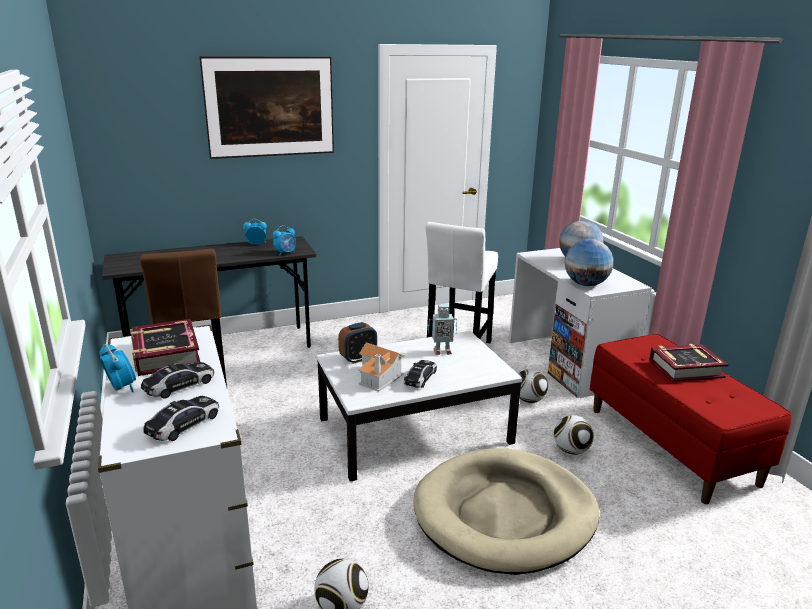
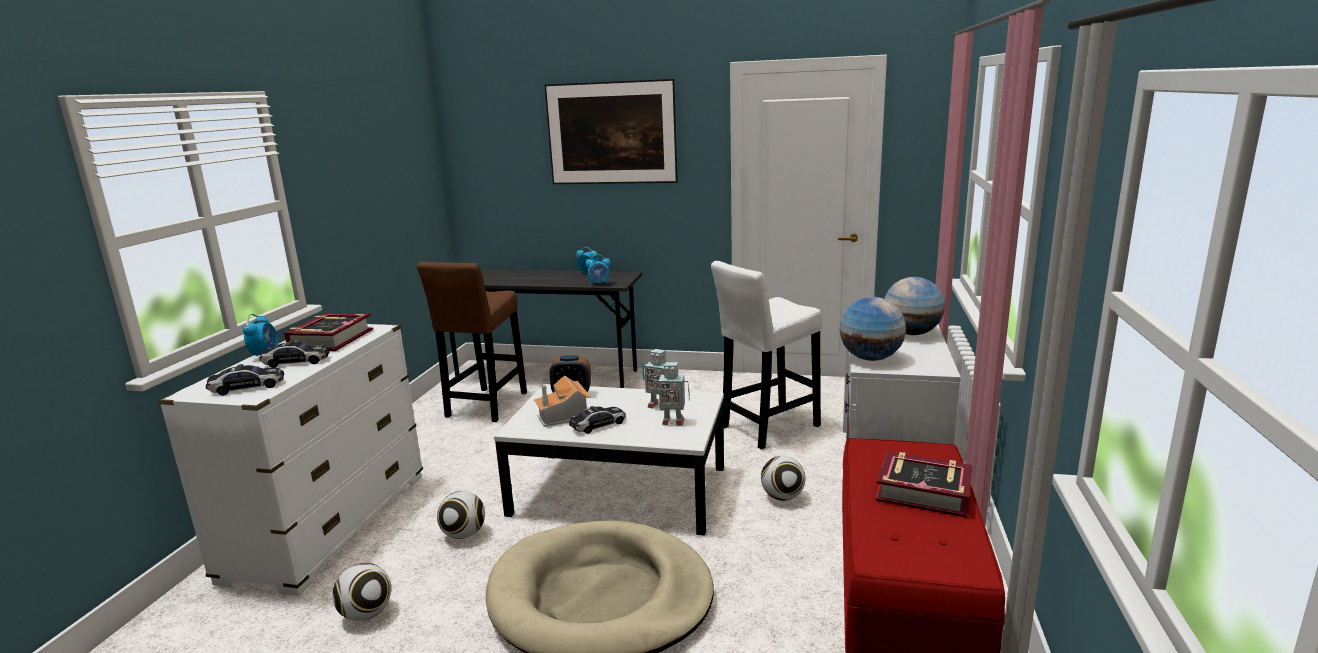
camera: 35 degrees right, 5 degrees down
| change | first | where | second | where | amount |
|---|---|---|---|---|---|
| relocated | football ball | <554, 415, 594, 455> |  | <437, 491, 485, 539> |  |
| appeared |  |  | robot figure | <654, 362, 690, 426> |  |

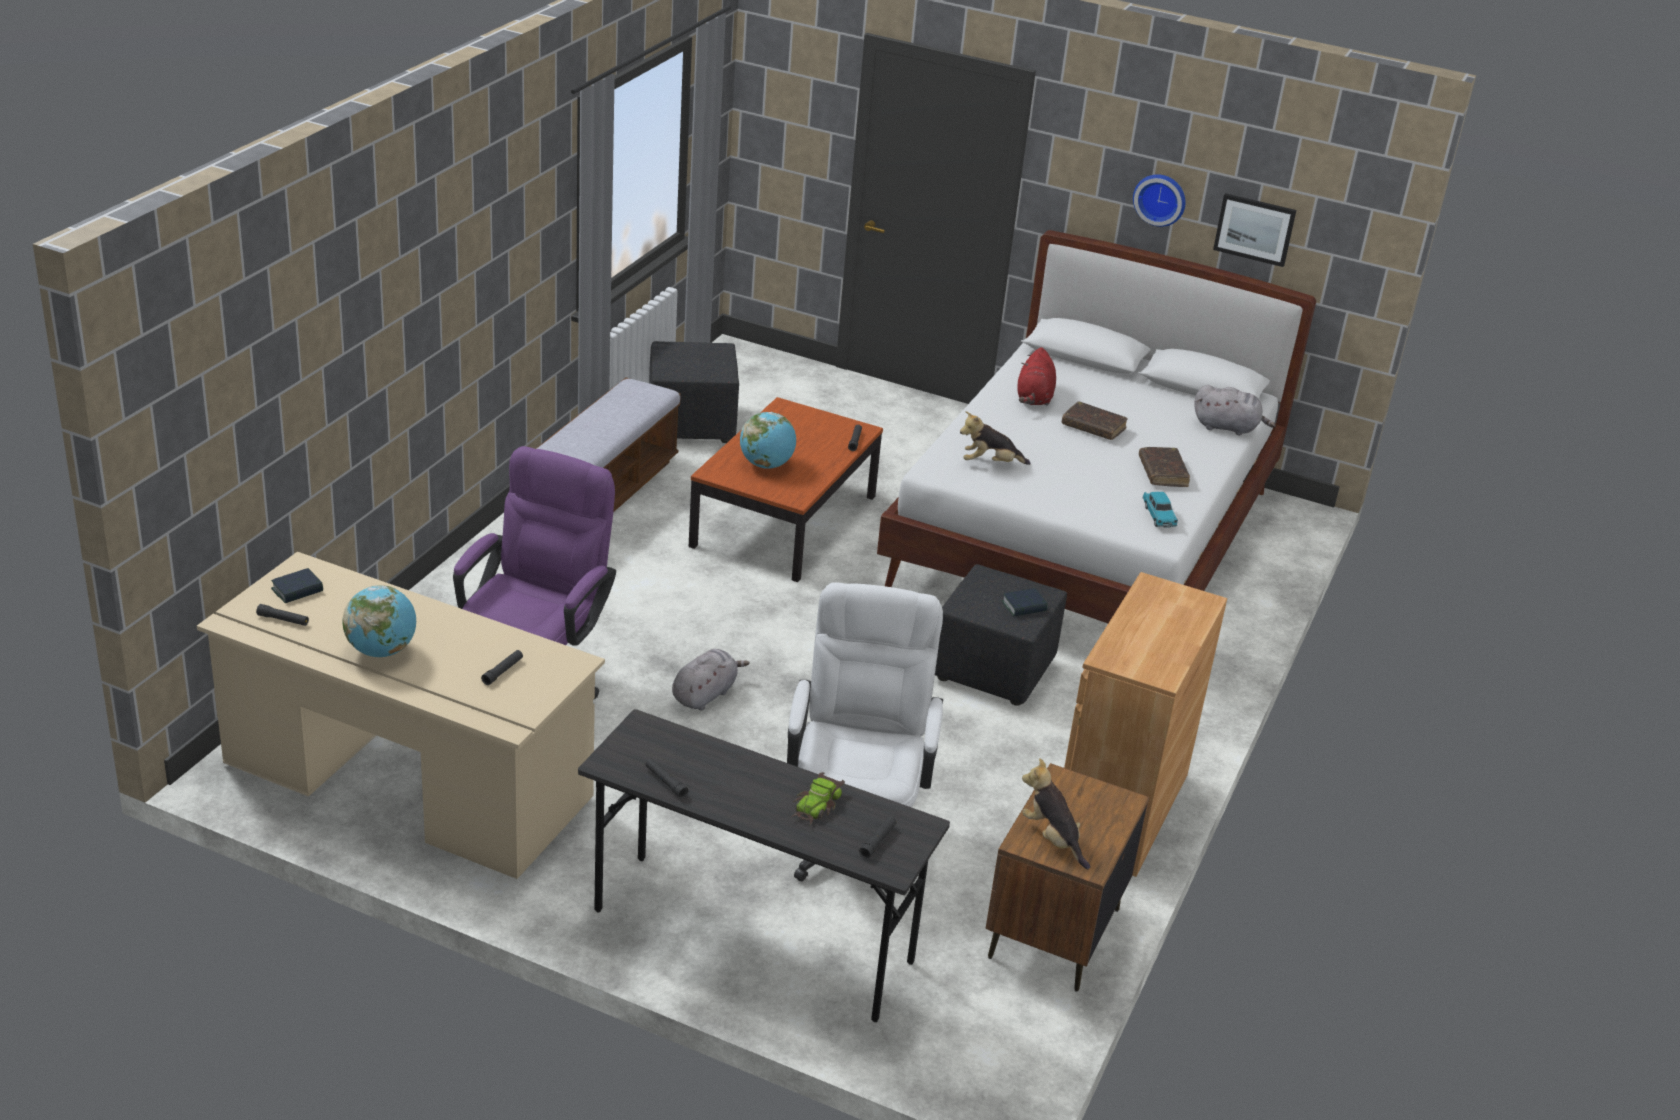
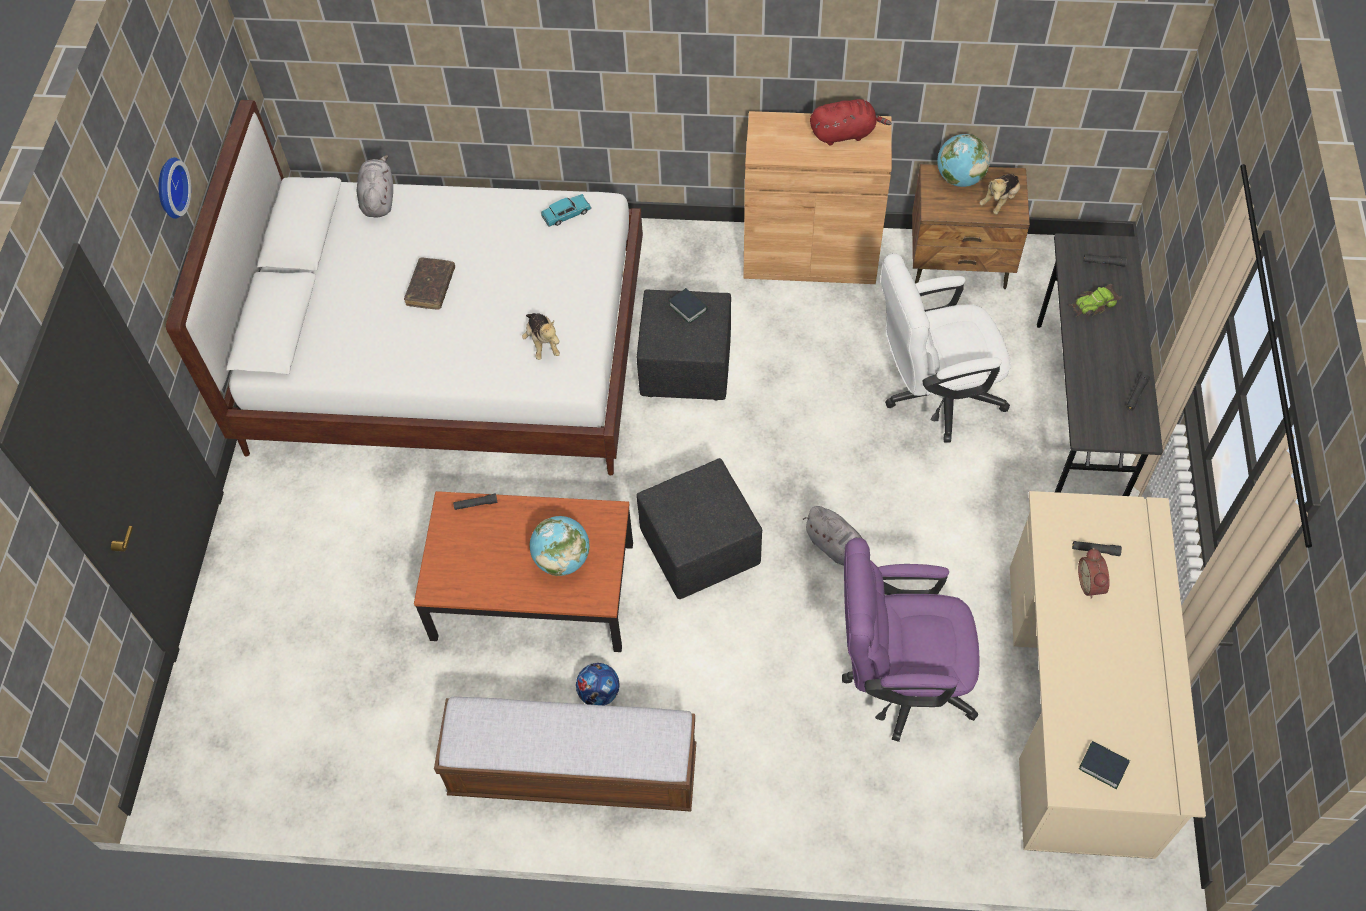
camera: 105 degrees left, 25 degrees up
| change | first | where | second | where | amount |
|---|---|---|---|---|---|
| missing | wall art | <1213, 193, 1296, 267> |  |  |  |
| relocated | black footrest | <649, 341, 739, 443> |  | <636, 458, 762, 599> |  |
| relocated | red plush toy | <1017, 347, 1056, 406> |  | <810, 99, 891, 145> |  |
| missing | brown bound book | <1139, 447, 1190, 487> |  |  |  |
| relocated | world globe | <343, 585, 416, 657> |  | <937, 134, 990, 187> |  |
| missing | black torch | <256, 604, 309, 626> |  |  |  |
| spun | grey plush toy | <672, 649, 750, 710> |  | <803, 506, 862, 565> | 150 degrees counterclockwise |
| spun | miniature car | <790, 772, 845, 825> |  | <1067, 284, 1122, 317> | 150 degrees clockwise |
| appeared |  |  | bedside clock | <1078, 548, 1110, 599> |  |
| appeared |  |  | football ball | <576, 663, 620, 705> |  |

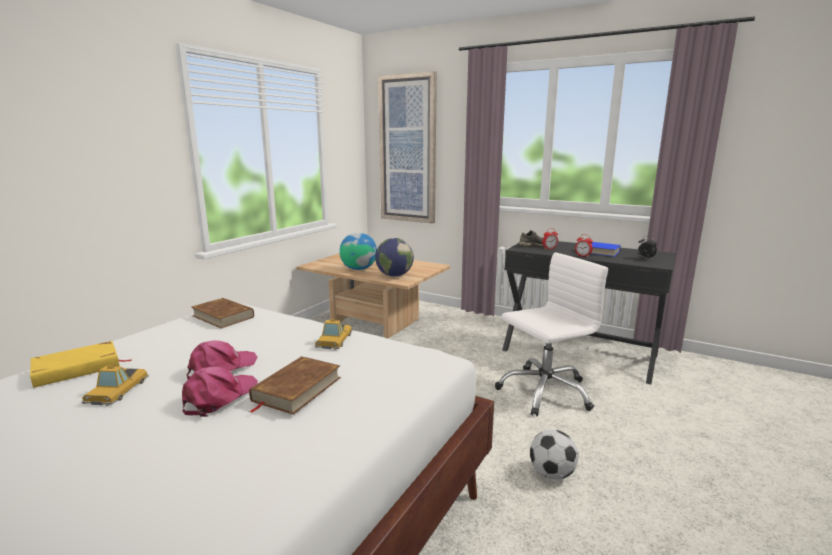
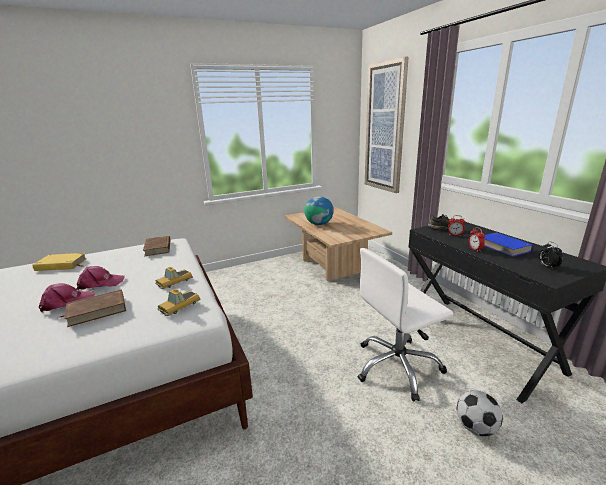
camera: 35 degrees right, 5 degrees up
| change | first | where | second | where | amount |
|---|---|---|---|---|---|
| missing | world globe | <375, 238, 414, 277> |  |  |  |
| spun | white office chair | <495, 252, 608, 416> |  | <358, 248, 454, 401> | 150 degrees clockwise |
| relocated | miniature car | <82, 366, 149, 406> |  | <158, 289, 201, 316> |  |
| relocated | football ball | <530, 430, 579, 479> |  | <457, 390, 503, 436> |  |

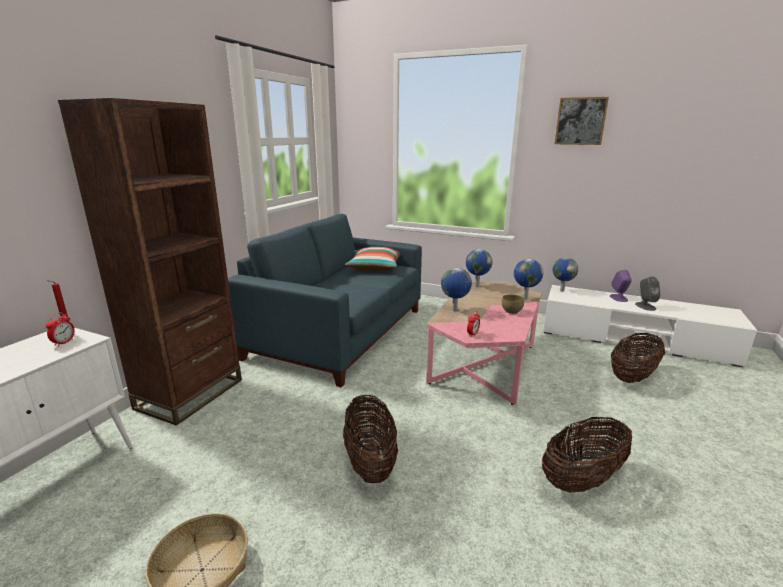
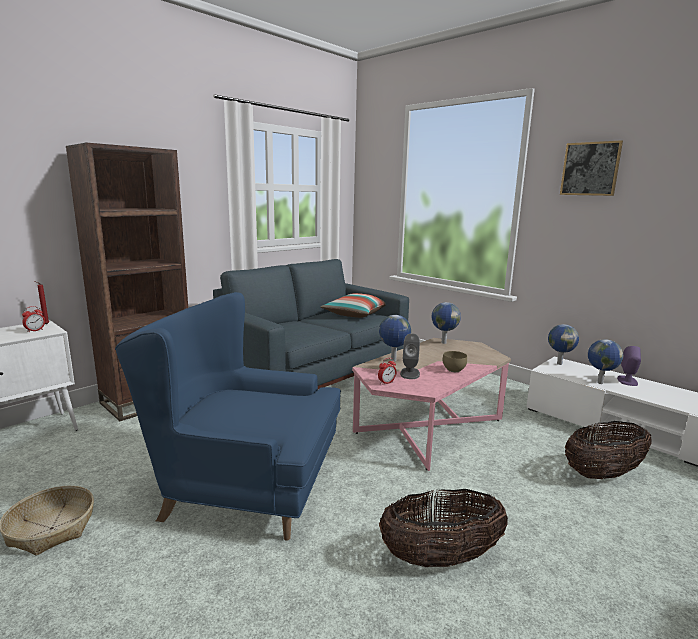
camera: 20 degrees right, 5 degrees down
| change | first | where | second | where | amount |
|---|---|---|---|---|---|
| relocated | world globe | <514, 259, 543, 300> |  | <588, 339, 623, 384> |  |
| relocated | grey loudspeaker | <635, 276, 661, 311> |  | <400, 333, 420, 379> |  |
| exchanged | basket | <343, 394, 398, 483> | blue easy chair | <115, 292, 341, 541> |  |

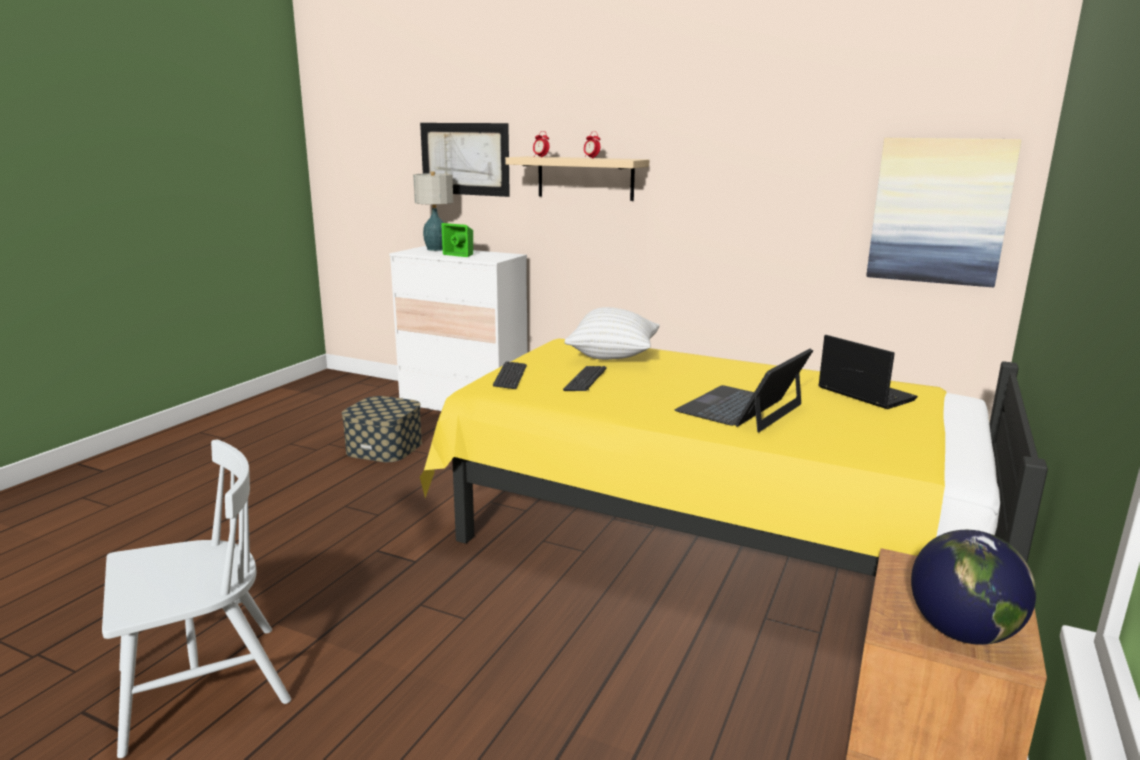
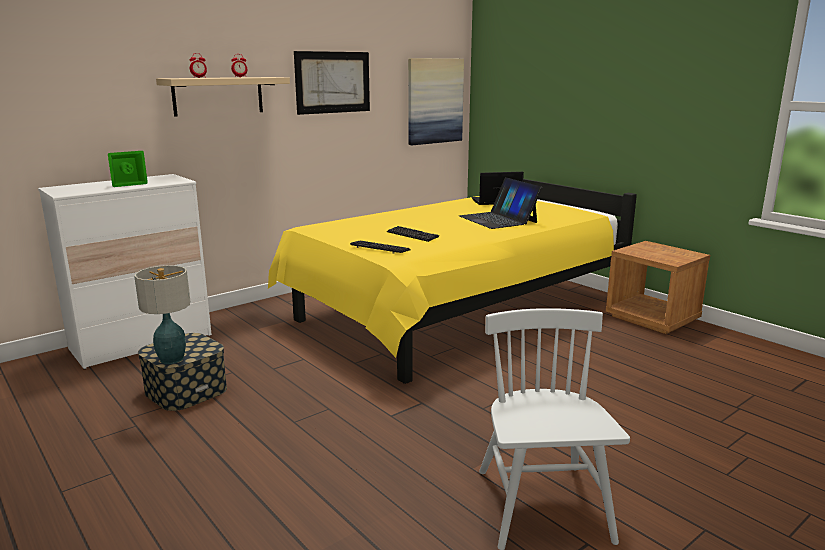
camera: 65 degrees left, 0 degrees up
| change | first | where | second | where | amount |
|---|---|---|---|---|---|
| relocated | wall art | <420, 123, 510, 197> |  | <294, 51, 370, 115> |  |
| relocated | table lamp | <413, 171, 453, 251> |  | <134, 265, 190, 364> |  |
| missing | white throw pillow | <564, 307, 660, 360> |  |  |  |
| missing | world globe | <911, 530, 1036, 645> |  |  |  |

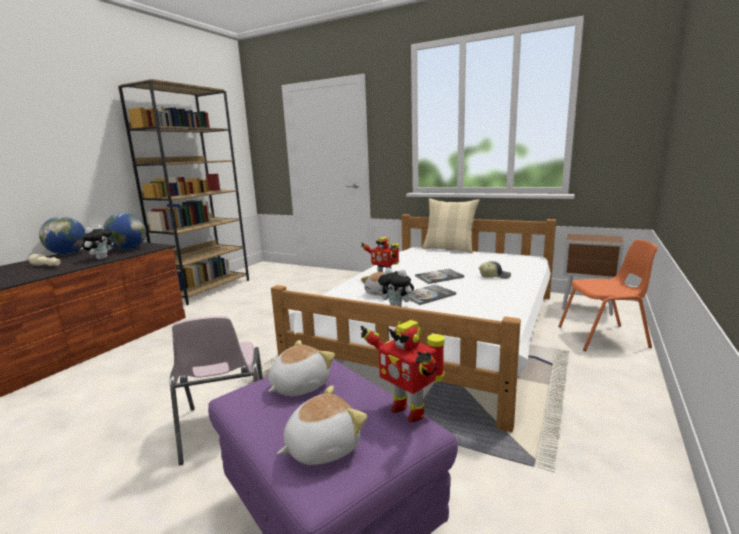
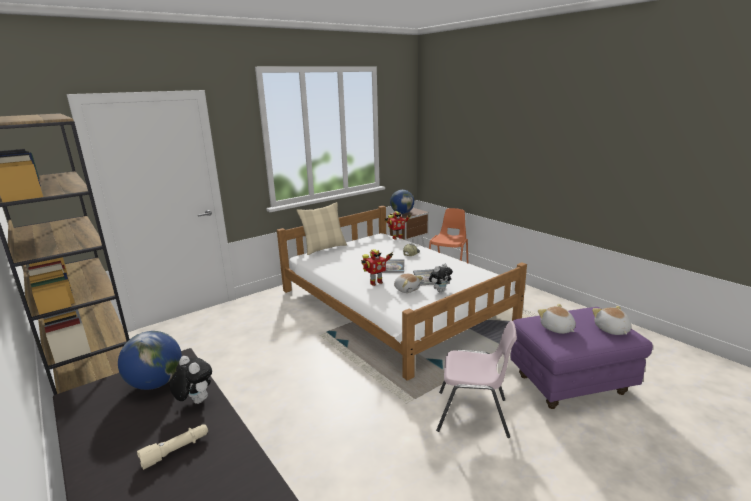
camera: 65 degrees left, 5 degrees up
| change | first | where | second | where | amount |
|---|---|---|---|---|---|
| relocated | world globe | <39, 216, 85, 255> |  | <390, 190, 414, 214> |  |
| relocated | robot figure | <361, 320, 445, 423> |  | <385, 211, 411, 240> |  |

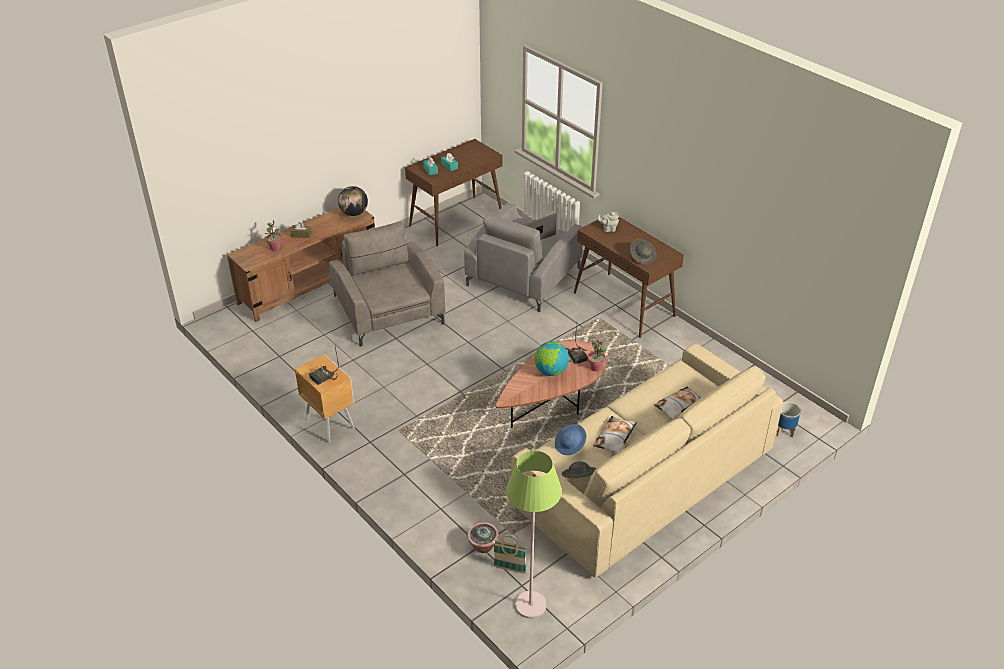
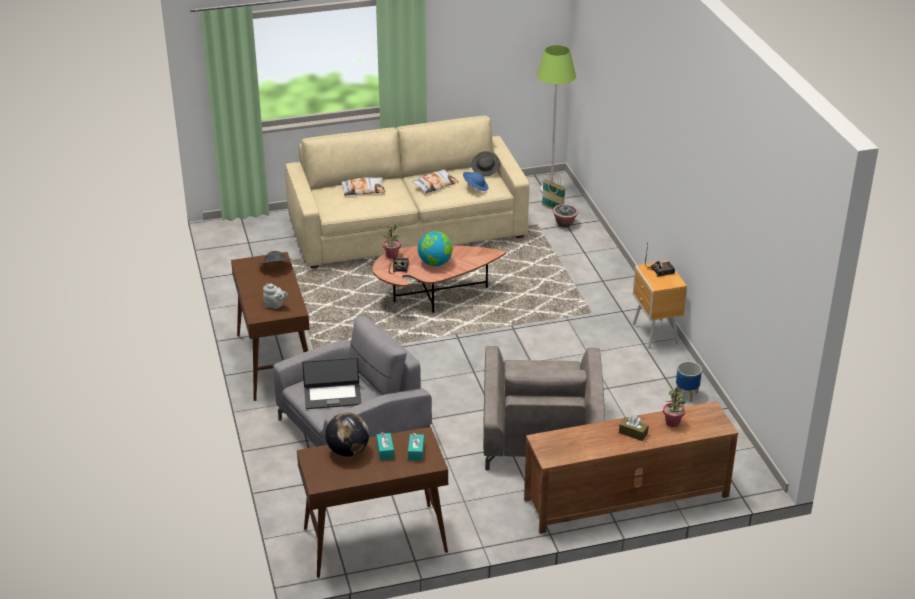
camera: 155 degrees left, 5 degrees down
| change | first | where | second | where | amount |
|---|---|---|---|---|---|
| relocated | world globe | <338, 186, 368, 216> |  | <325, 412, 369, 457> |  |
| relocated | plant pot | <777, 402, 801, 438> |  | <675, 361, 702, 402> |  |

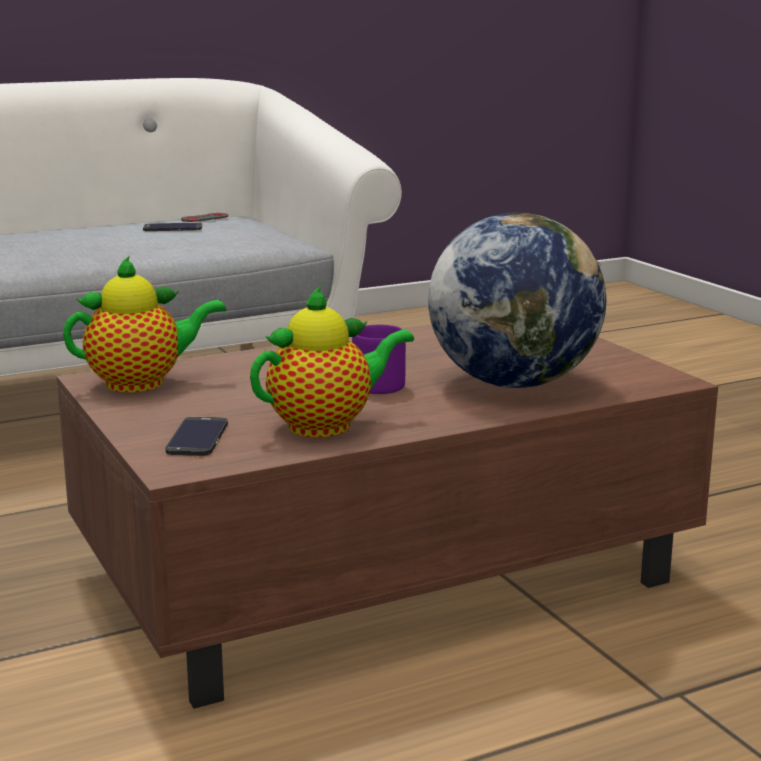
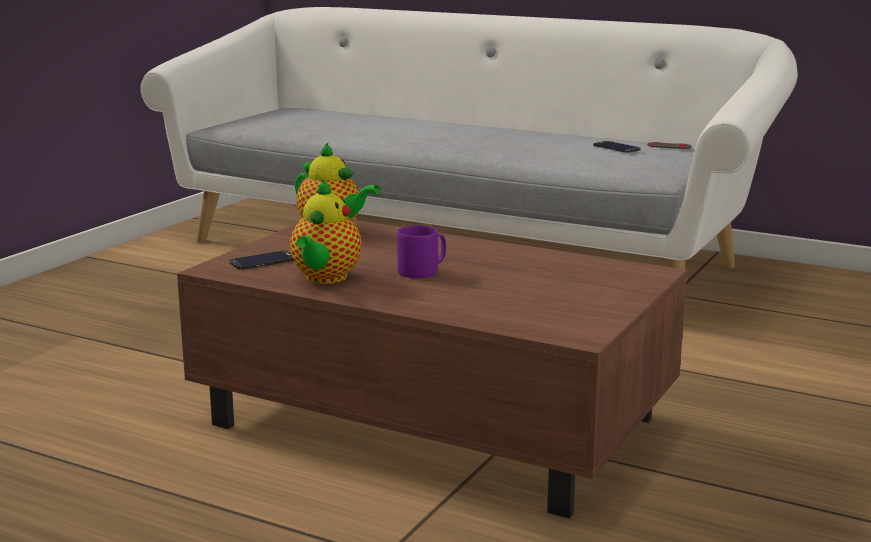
camera: 55 degrees right, 0 degrees up
| change | first | where | second | where | amount |
|---|---|---|---|---|---|
| missing | world globe | <428, 212, 607, 388> |  |  |  |
| spun | tea pot | <250, 286, 414, 437> |  | <290, 179, 362, 284> | 75 degrees clockwise |

